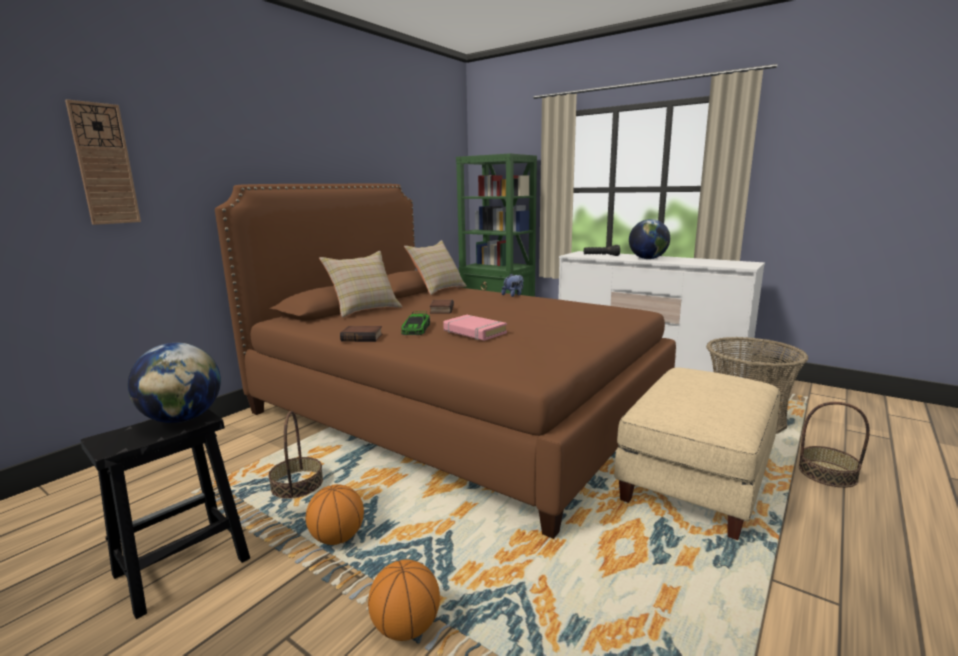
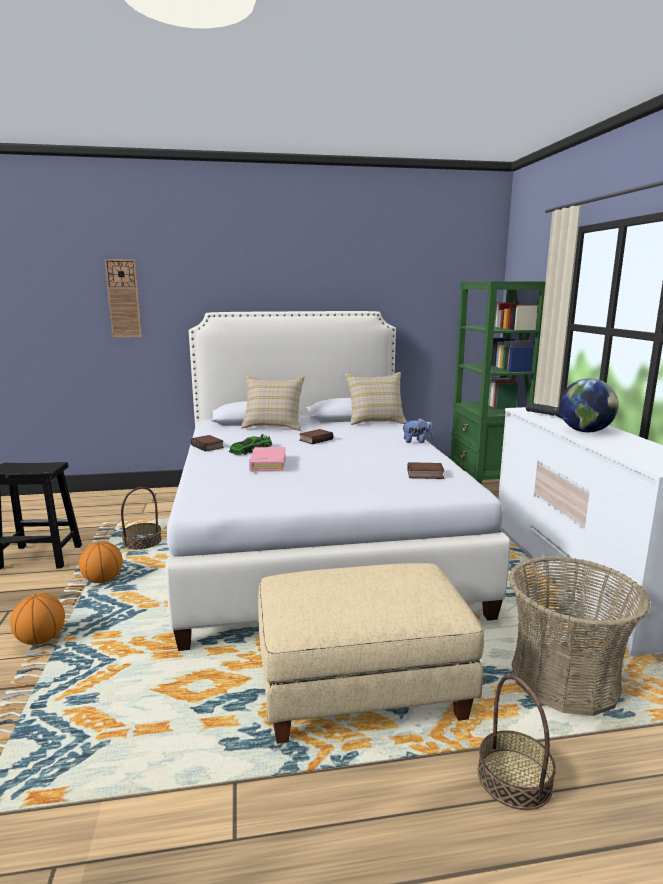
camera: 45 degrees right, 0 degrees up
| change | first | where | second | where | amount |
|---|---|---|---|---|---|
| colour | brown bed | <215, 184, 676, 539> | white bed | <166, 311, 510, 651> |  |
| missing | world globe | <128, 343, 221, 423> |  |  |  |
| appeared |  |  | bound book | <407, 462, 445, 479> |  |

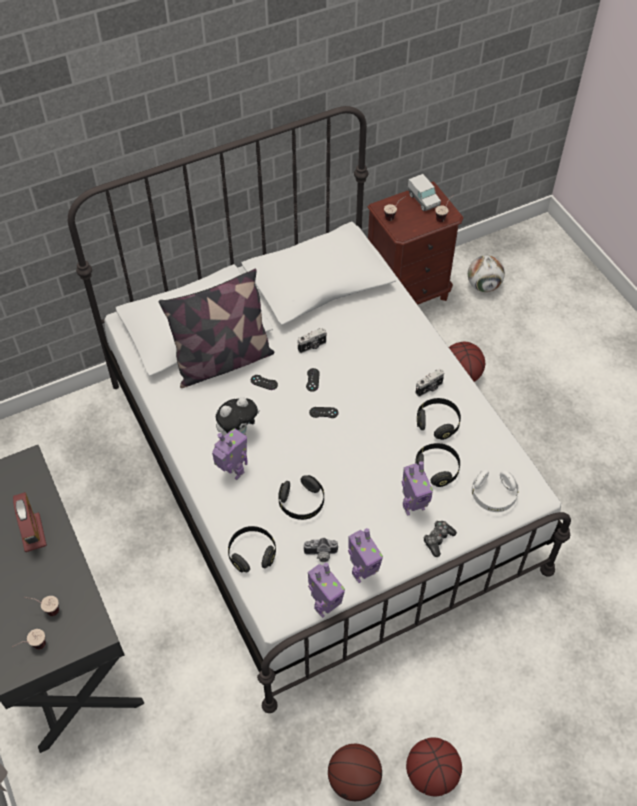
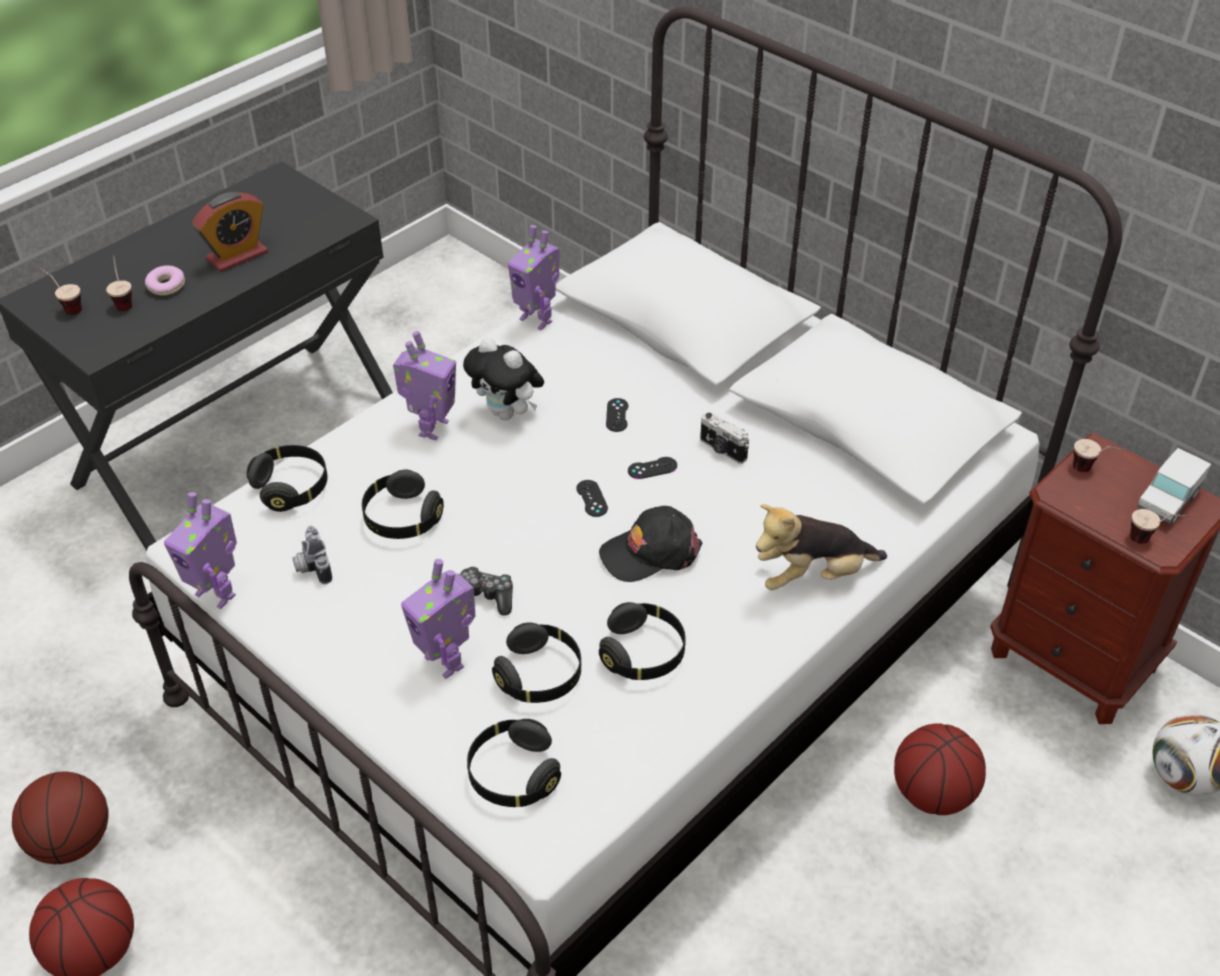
camera: 70 degrees right, 10 degrees down
| change | first | where | second | where | amount |
|---|---|---|---|---|---|
| missing | throw pillow | <159, 269, 274, 388> |  |  |  |
| missing | photo camera | <416, 369, 444, 397> |  |  |  |
| colour | white headset | <472, 470, 519, 512> | black headset | <467, 719, 561, 807> |  |
| relocated | game controller | <423, 521, 457, 557> |  | <460, 566, 513, 616> |  |
| relocated | robot figure | <348, 528, 383, 583> |  | <508, 225, 559, 330> |  |
| appeared |  |  | donut | <145, 265, 185, 296> |  |
| appeared |  |  | plush toy | <756, 504, 887, 590> |  |
| appeared |  |  | black peaked cap | <599, 506, 702, 582> |  |

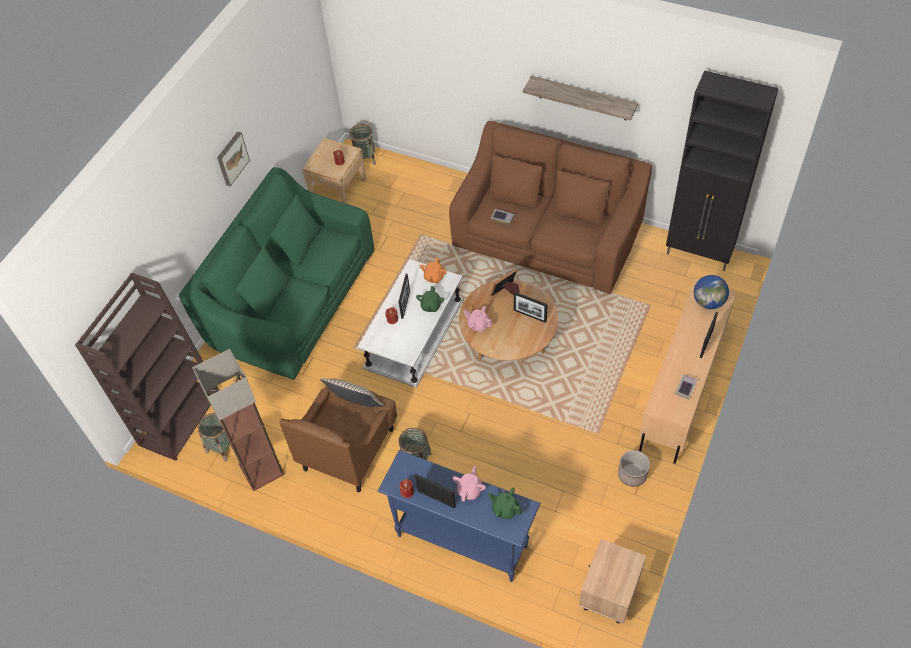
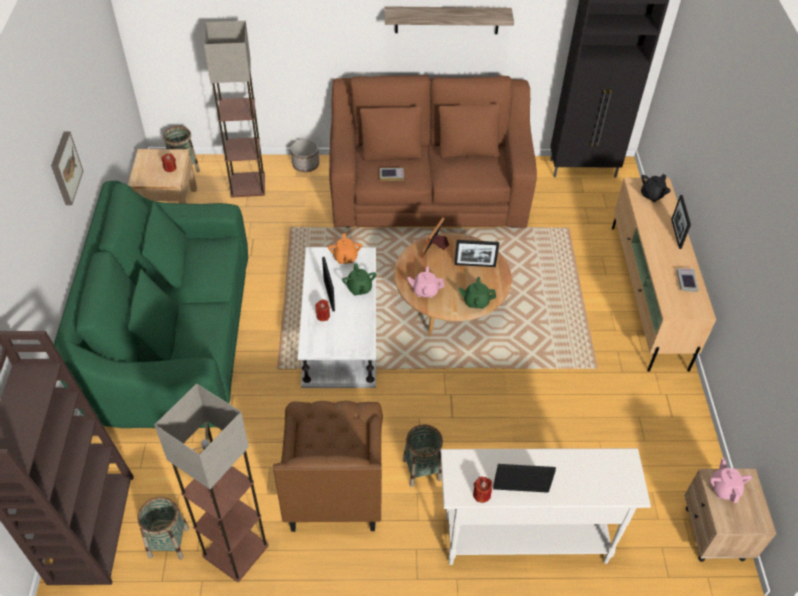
camera: 30 degrees left, 5 degrees down
| change | first | where | second | where | amount |
|---|---|---|---|---|---|
| exchanged | world globe | <694, 275, 729, 309> | black tea pot | <641, 174, 671, 202> |  |
| missing | sand-coloured throw pillow | <320, 379, 384, 407> |  |  |  |
| colour | blue hall table | <378, 450, 540, 582> | white hall table | <440, 448, 651, 565> |  |
| relocated | plant pot | <618, 450, 650, 487> |  | <291, 139, 319, 172> |  |
| relocated | pink tea pot | <453, 466, 486, 502> |  | <710, 458, 752, 503> |  |
| relocated | green tea pot | <488, 488, 522, 519> |  | <459, 277, 496, 309> |  |
| appeared |  |  | floor lamp | <204, 21, 265, 198> |  |

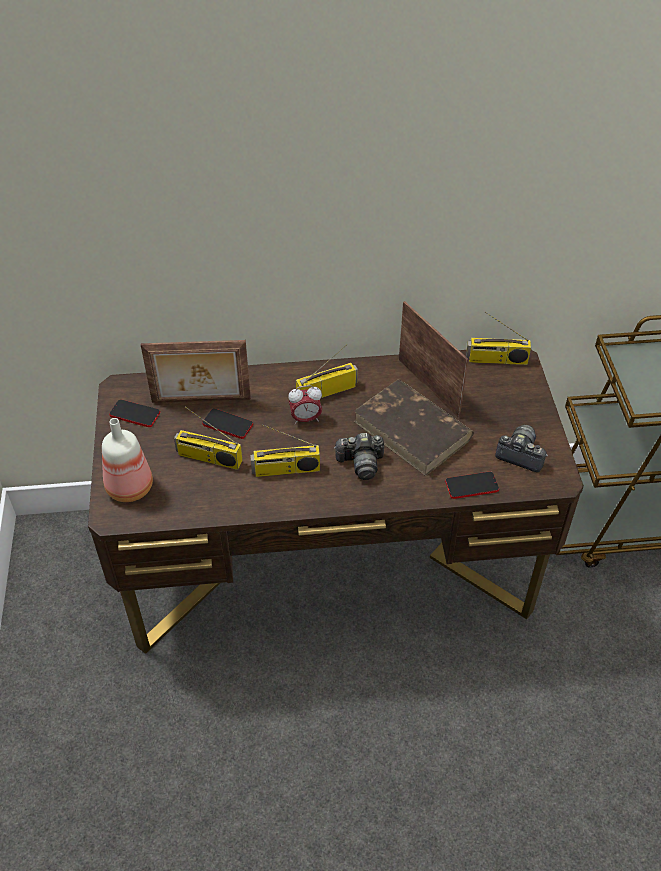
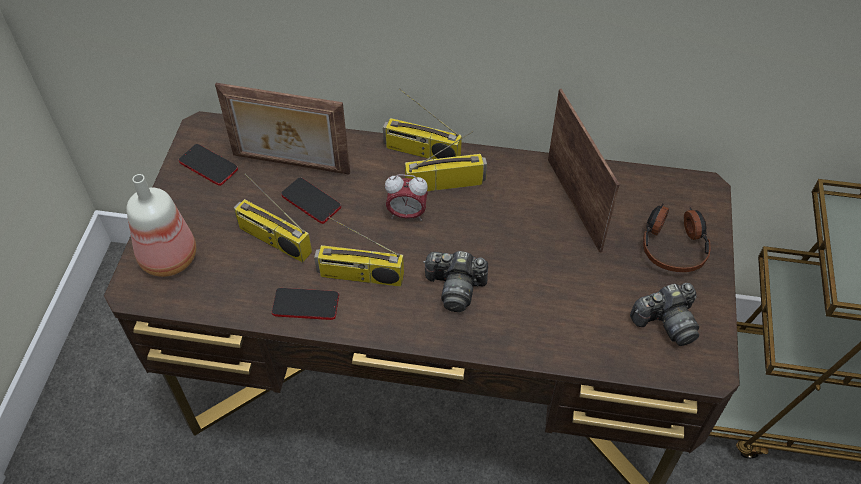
camera: 15 degrees right, 5 degrees up
| change | first | where | second | where | amount |
|---|---|---|---|---|---|
| relocated | radio set | <466, 312, 531, 365> |  | <383, 89, 462, 159> |  |
| missing | brown bound book | <354, 379, 474, 476> |  |  |  |
| spun | photo camera | <495, 425, 548, 472> |  | <630, 283, 699, 346> | 120 degrees clockwise |
| relocated | telephone | <445, 472, 499, 499> |  | <272, 288, 339, 320> |  |
| appeared |  |  | headset | <643, 203, 711, 272> |  |

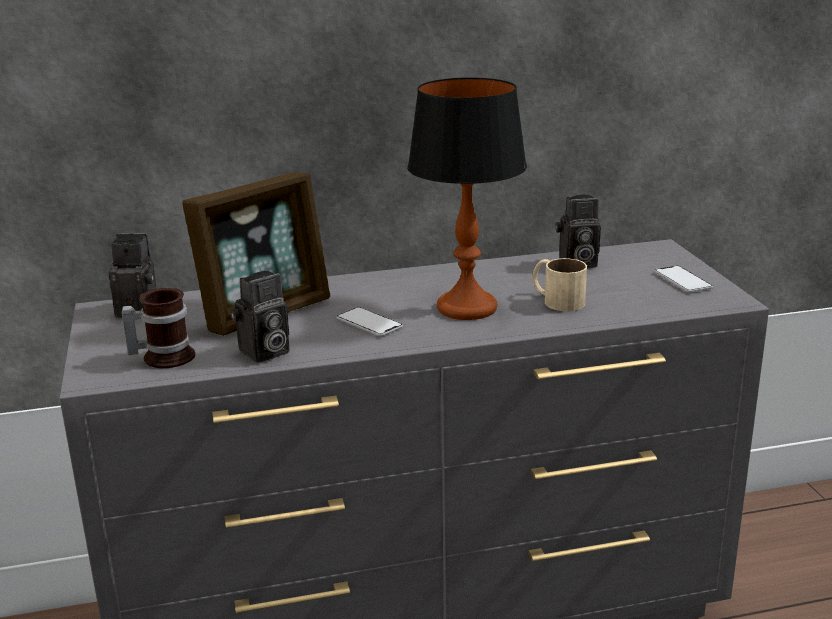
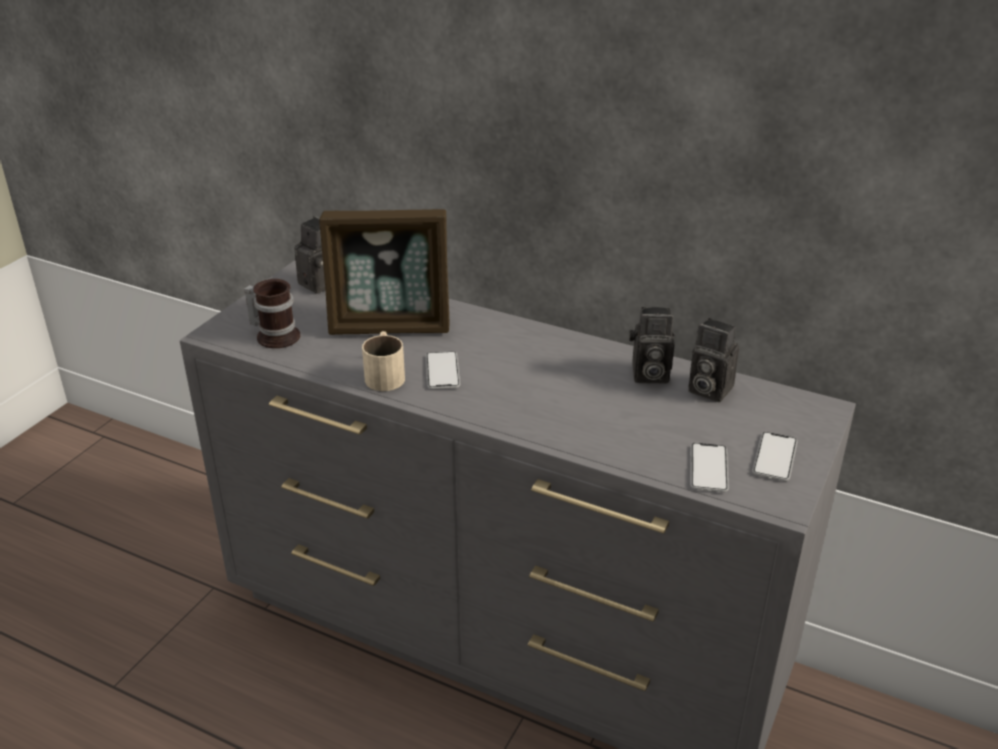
camera: 40 degrees right, 10 degrees up
| change | first | where | second | where | amount |
|---|---|---|---|---|---|
| missing | table lamp | <407, 78, 527, 320> |  |  |  |
| relocated | sand-coloured tea mug | <532, 258, 587, 311> |  | <362, 331, 405, 391> |  |
| relocated | photo camera | <230, 270, 290, 363> |  | <629, 307, 675, 384> |  |
| appeared |  |  | telephone | <691, 443, 728, 492> |  |

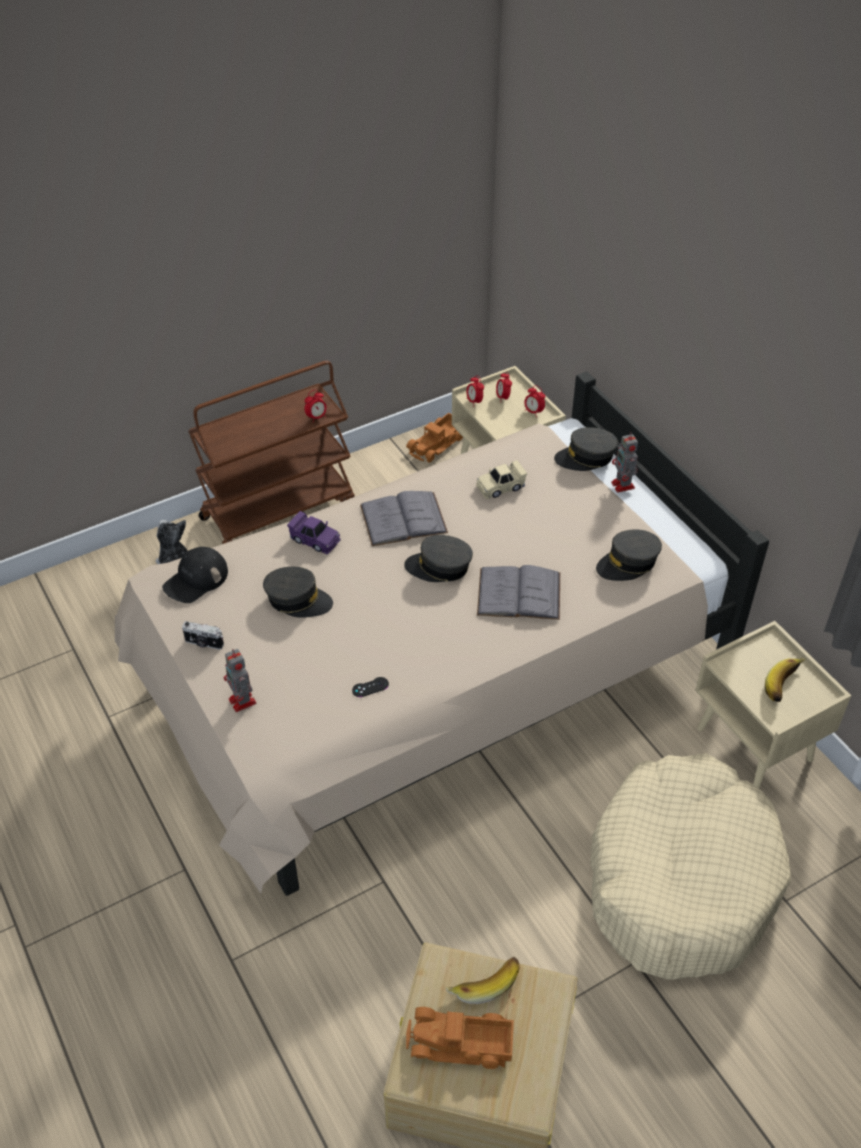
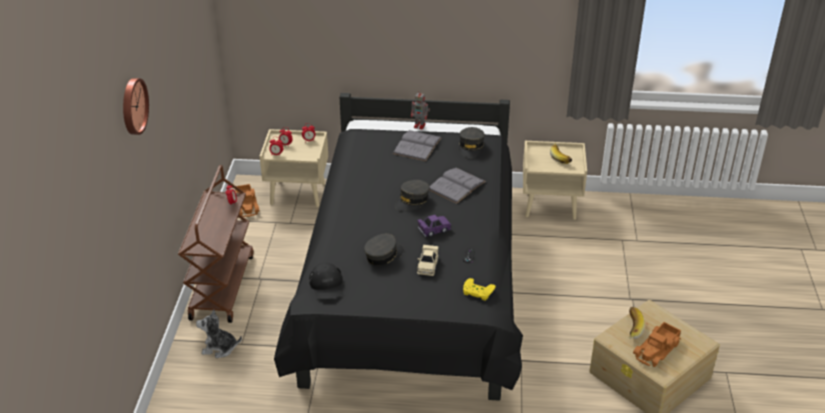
camera: 55 degrees left, 10 degrees down
| change | first | where | second | where | amount |
|---|---|---|---|---|---|
| colour | sand-coloured bed | <115, 371, 769, 896> | black bed | <274, 93, 523, 401> |  |
| missing | grey peaked cap | <554, 427, 618, 471> |  |  |  |
| relocated | sand-coloured miniature car | <476, 460, 527, 499> |  | <417, 245, 439, 276> |  |
| relocated | grey bound book | <360, 491, 448, 546> |  | <393, 130, 442, 161> |  |
| relocated | purple-coloured miniature car | <287, 511, 341, 554> |  | <417, 215, 451, 237> |  |
| missing | photo camera | <182, 621, 224, 650> |  |  |  |
| missing | robot figure | <224, 649, 256, 712> |  |  |  |
| missing | sand-coloured dog cushion | <591, 753, 791, 980> |  |  |  |
| appeared |  |  | hanging clock | <123, 78, 149, 135> |  |
| appeared |  |  | yellowish game controller | <463, 278, 496, 300> |  |

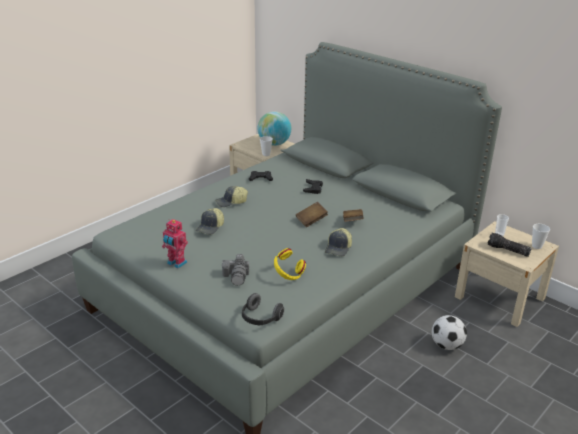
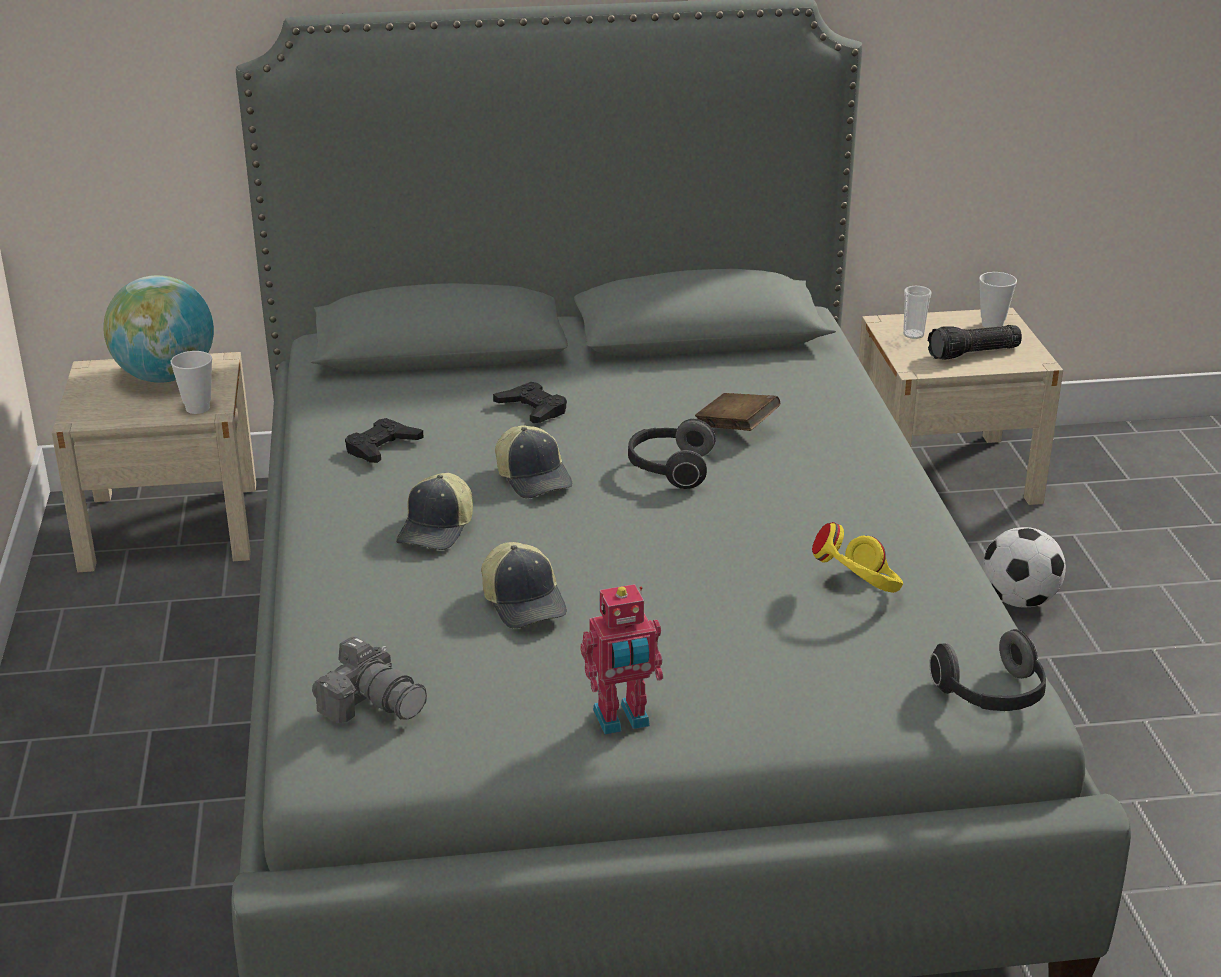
camera: 50 degrees left, 0 degrees up
| change | first | where | second | where | amount |
|---|---|---|---|---|---|
| exchanged | brown bound book | <296, 202, 328, 227> | headset | <628, 419, 715, 489> |  |
| relocated | peaked cap | <325, 228, 352, 256> |  | <495, 425, 573, 499> |  |
| relocated | photo camera | <222, 254, 250, 286> |  | <312, 636, 427, 723> |  |

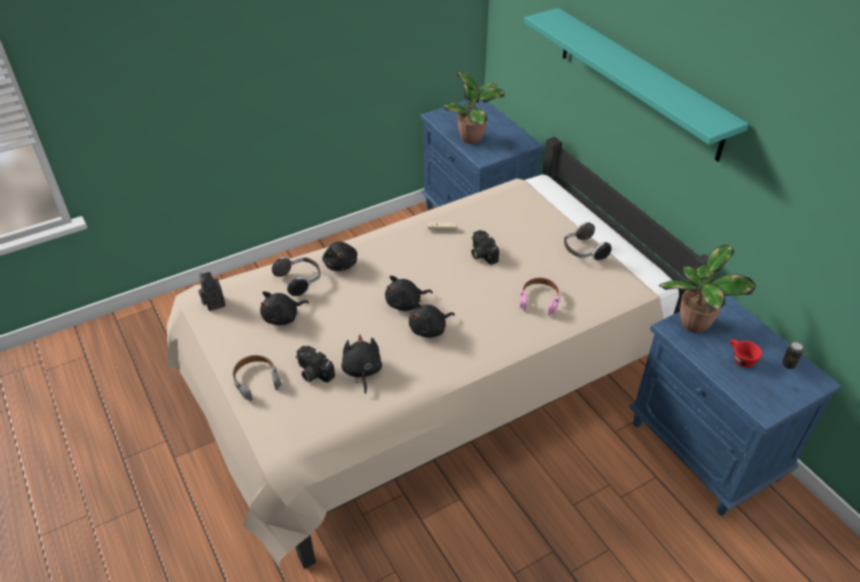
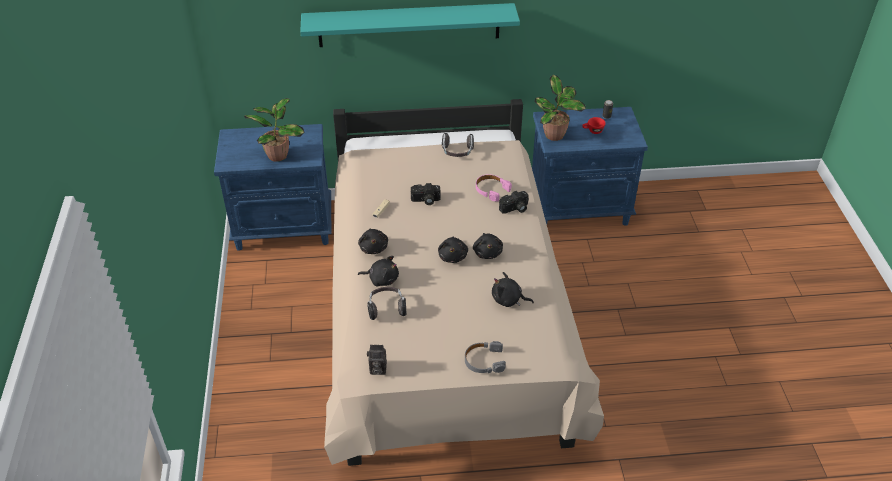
camera: 65 degrees left, 0 degrees up
| change | first | where | second | where | amount |
|---|---|---|---|---|---|
| relocated | black plush toy | <260, 292, 309, 325> |  | <358, 228, 388, 254> |  |
| relocated | photo camera | <296, 346, 335, 383> |  | <499, 191, 529, 214> |  |

